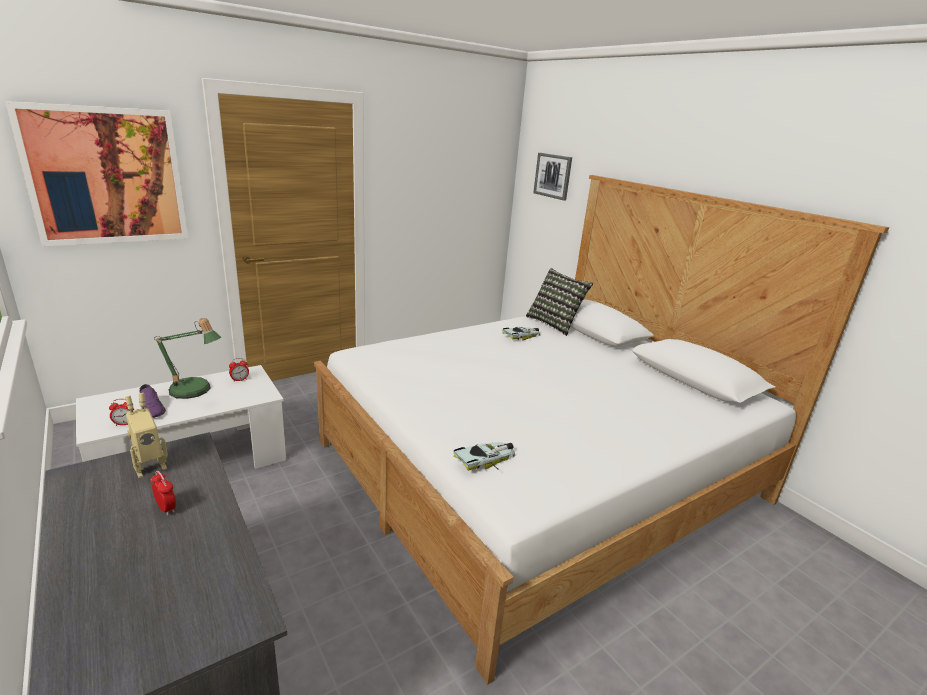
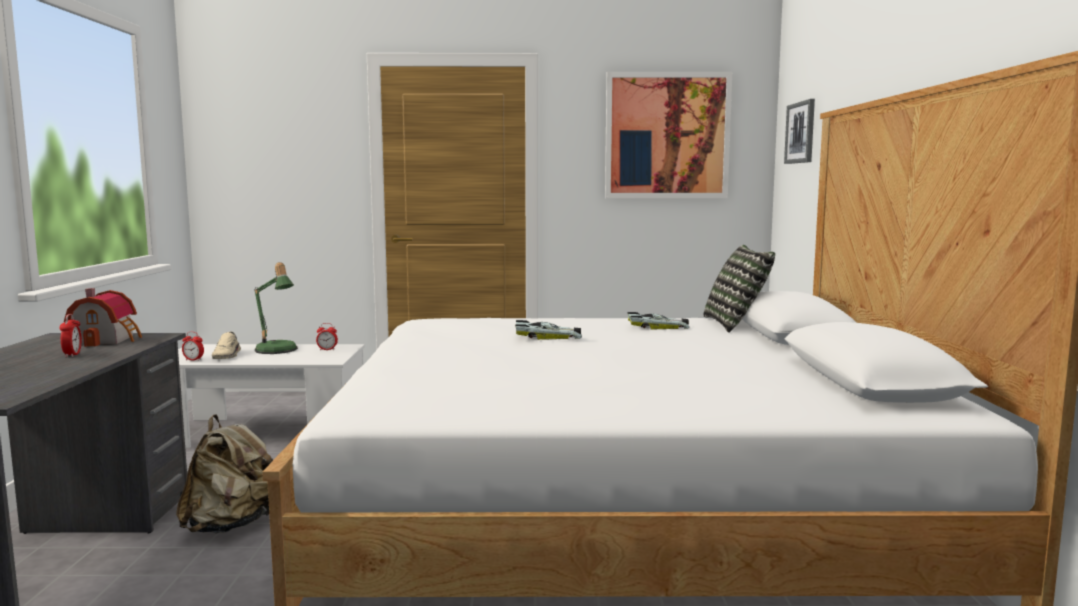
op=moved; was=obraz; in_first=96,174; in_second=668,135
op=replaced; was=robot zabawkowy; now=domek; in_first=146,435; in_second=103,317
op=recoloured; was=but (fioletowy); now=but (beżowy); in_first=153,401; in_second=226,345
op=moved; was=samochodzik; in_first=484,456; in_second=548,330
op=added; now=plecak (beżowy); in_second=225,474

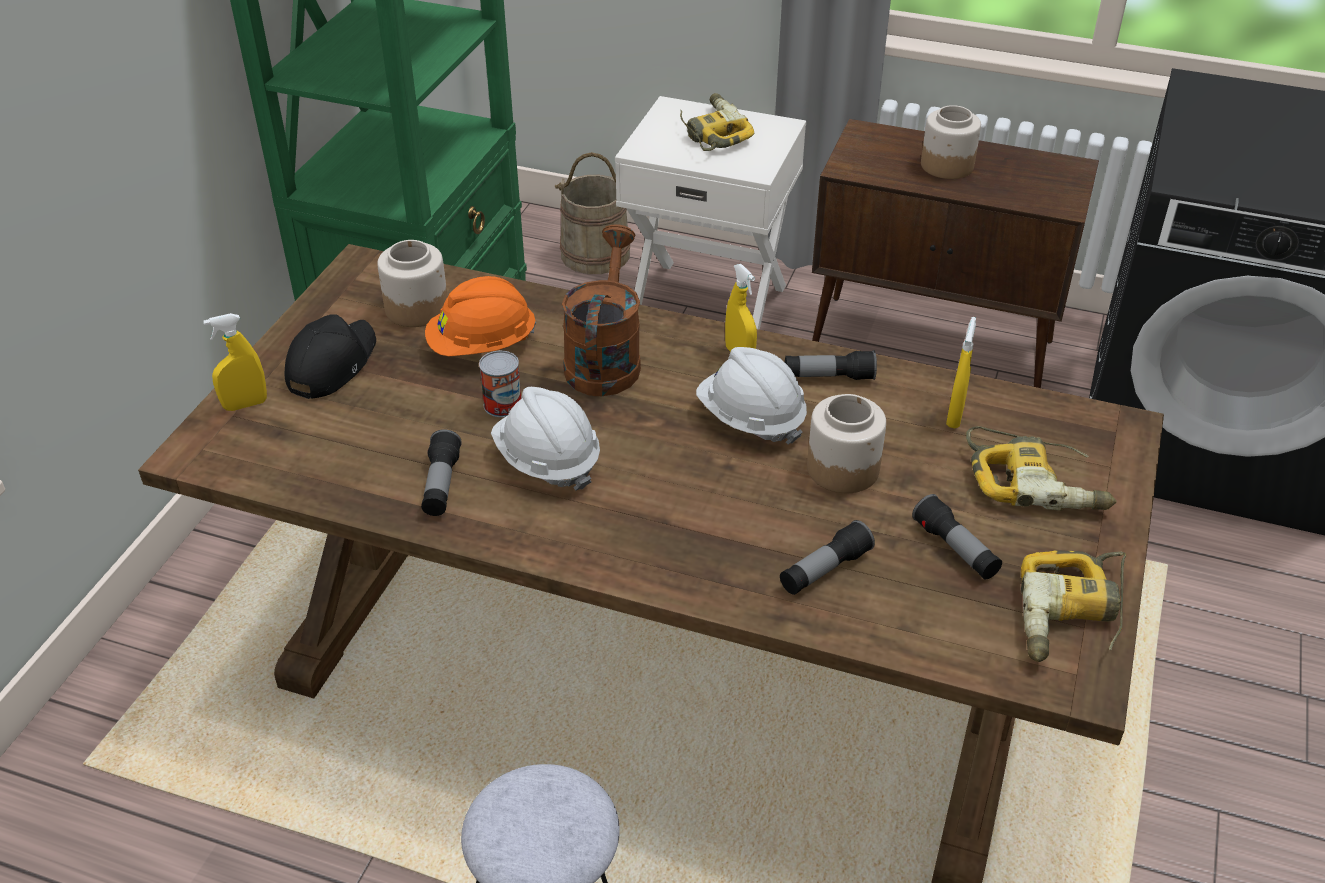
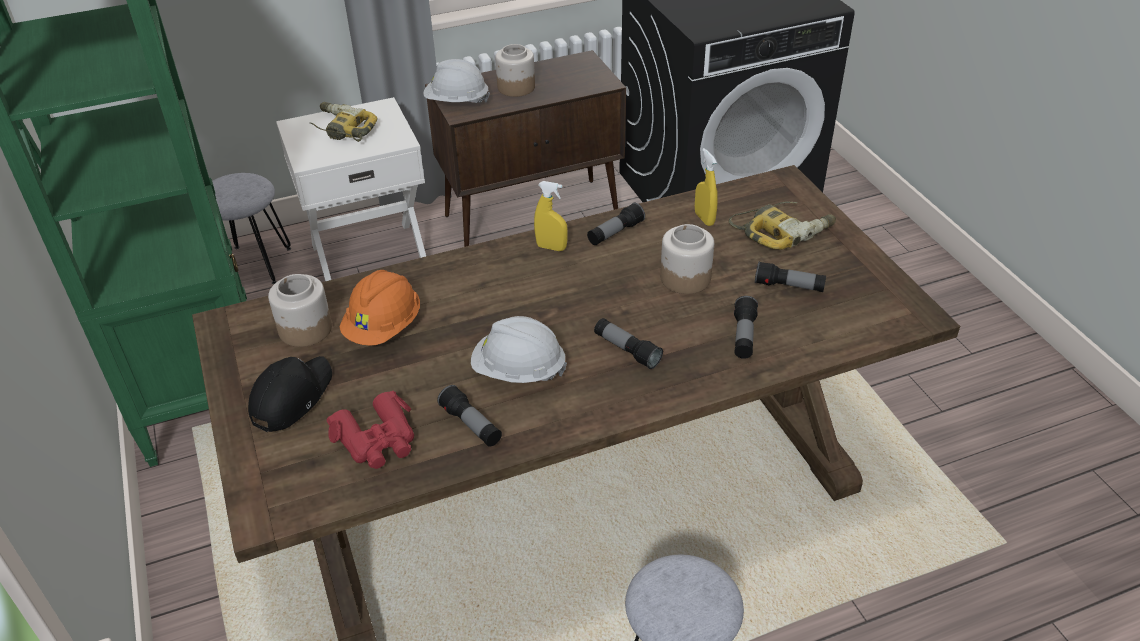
op=removed; was=spryskiwacz (żółty); in_first=235,362
op=turned; was=czapka z daszkiem (czarny); in_first=330,356; in_second=290,394; clockwise=45
op=removed; was=puszka; in_first=500,384
op=replaced; was=wiadro (beżowy); now=stołek (szary); in_first=592,213; in_second=251,228
op=removed; was=konewka (brązowy); in_first=601,310
op=moved; was=kask (biały); in_first=751,396; in_second=456,81
op=removed; was=wiertarka; in_first=1073,606
op=added; now=lornetka (czerwony); in_second=370,430
op=added; now=latarka; in_second=628,343

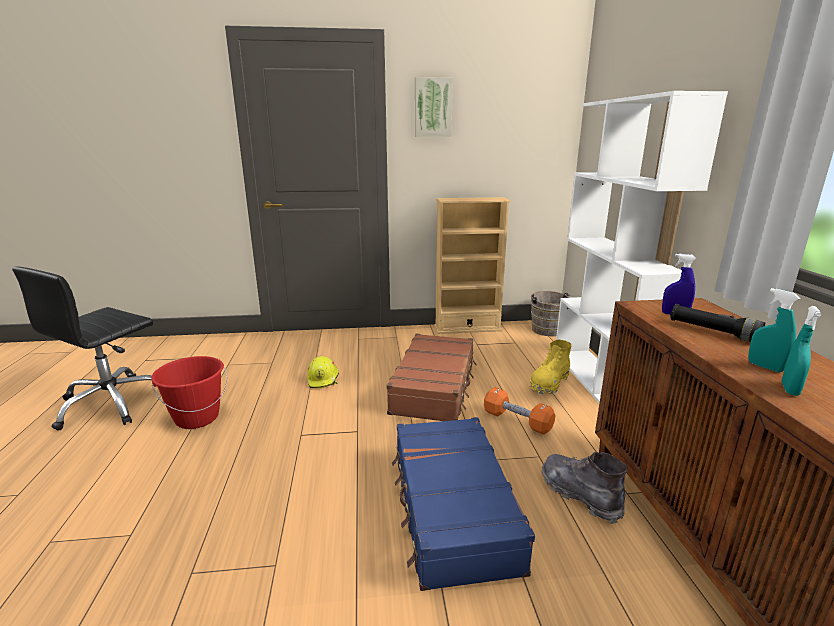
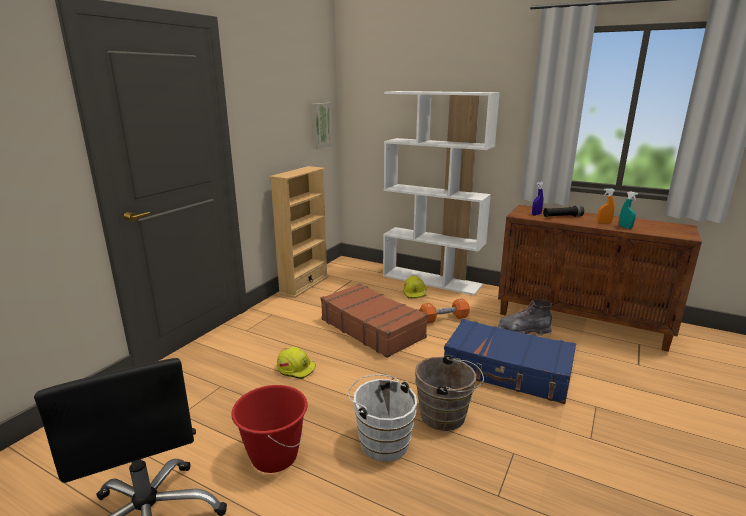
op=moved; was=obraz; in_first=434,107; in_second=321,126
op=replaced; was=but z cholewką (żółty); now=kask (żółty); in_first=551,367; in_second=415,286
op=moved; was=wiadro (brązowy); in_first=551,313; in_second=449,392
op=recoloured; was=spryskiwacz (turkusowy); now=spryskiwacz (pomarańczowy); in_first=774,330; in_second=606,206
op=added; now=wiadro (biały); in_second=382,418

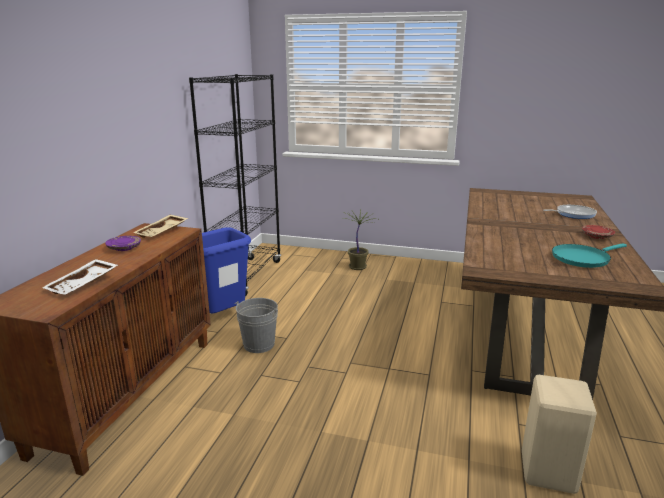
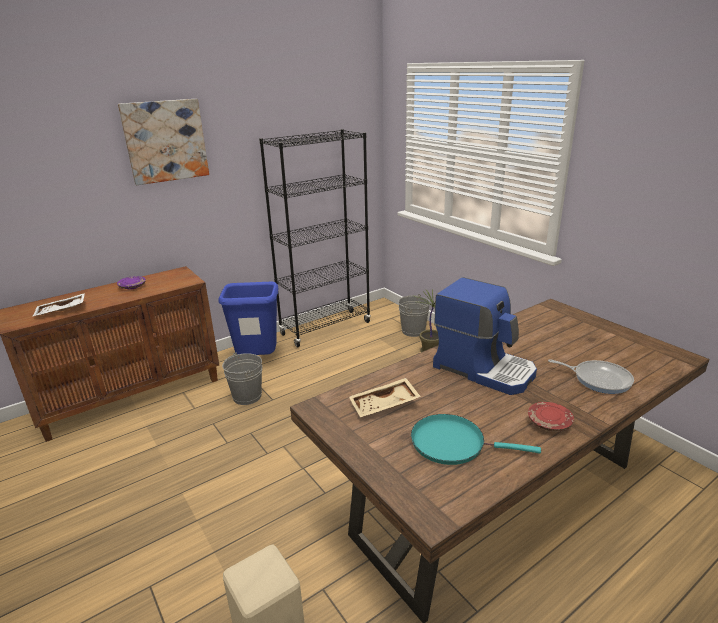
op=moved; was=taca (beżowy); in_first=161,226; in_second=385,397
op=added; now=obraz; in_second=163,142
op=added; now=wiadro (szary); in_second=414,315
op=added; now=ekspres do kawy; in_second=485,336

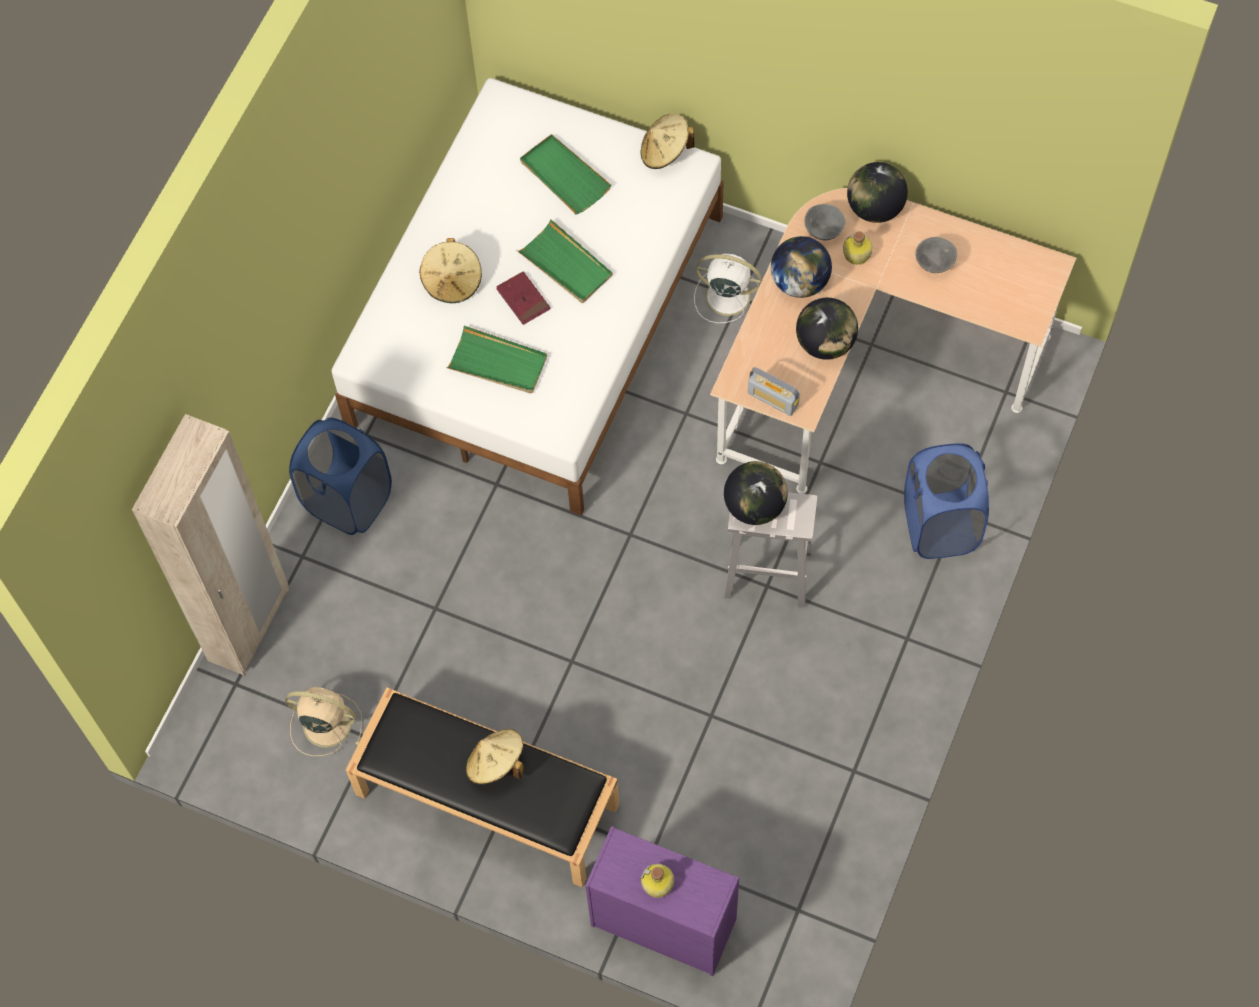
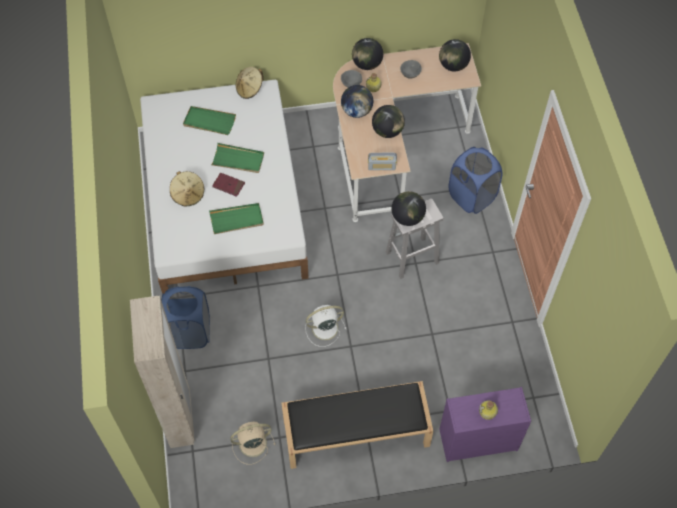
op=removed; was=kapelusz (beżowy); in_first=495,757
op=moved; was=wentylator (biały); in_first=728,288; in_second=326,326
op=added; now=globus; in_second=455,55

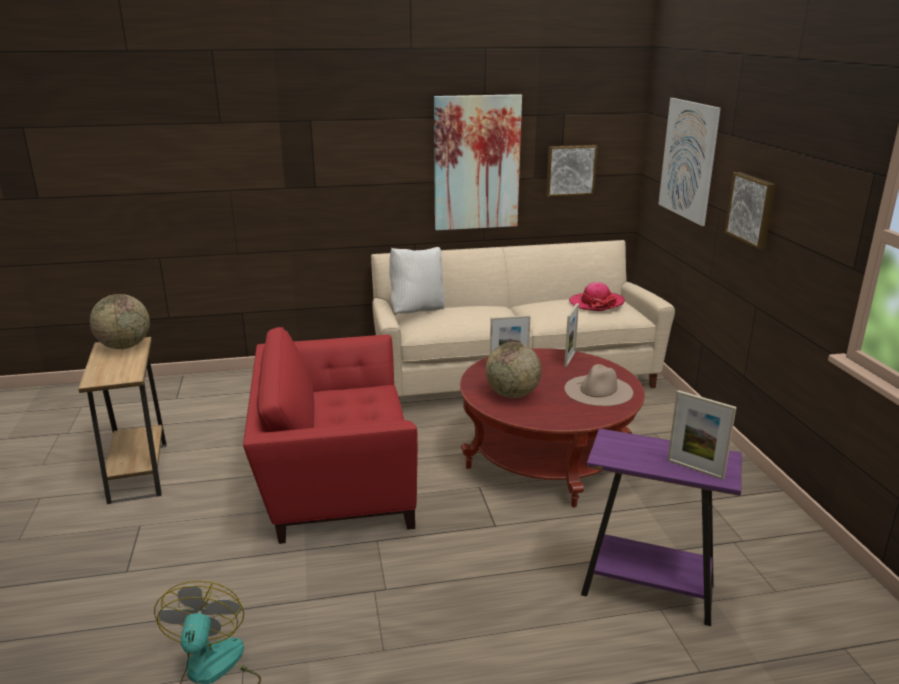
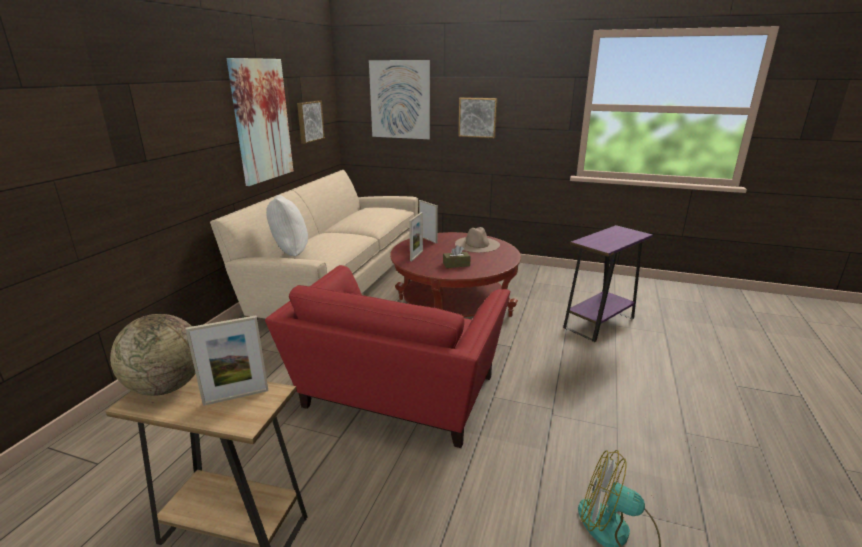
op=replaced; was=globus; now=pudełko chusteczek (brązowy); in_first=513,370; in_second=457,256
op=removed; was=kapelusz; in_first=597,296
op=moved; was=ramka na zdjęcie; in_first=702,435; in_second=227,361

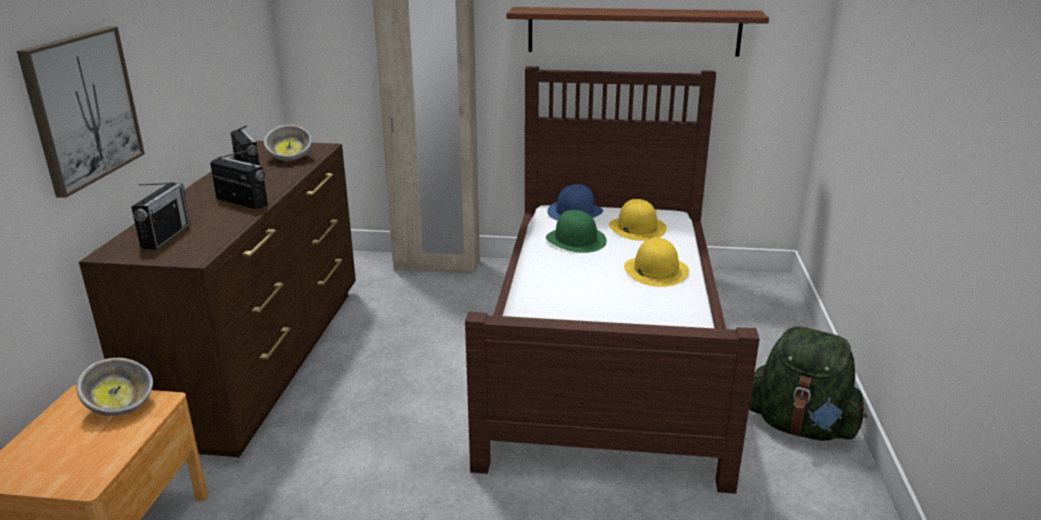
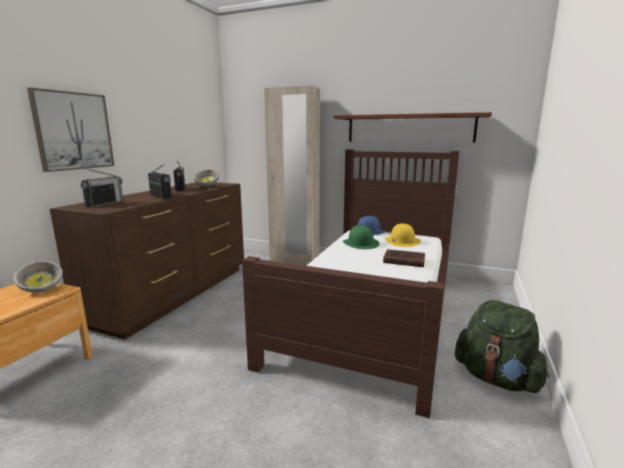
op=replaced; was=kapelusz (żółty); now=książka (brązowy); in_first=656,262; in_second=404,258

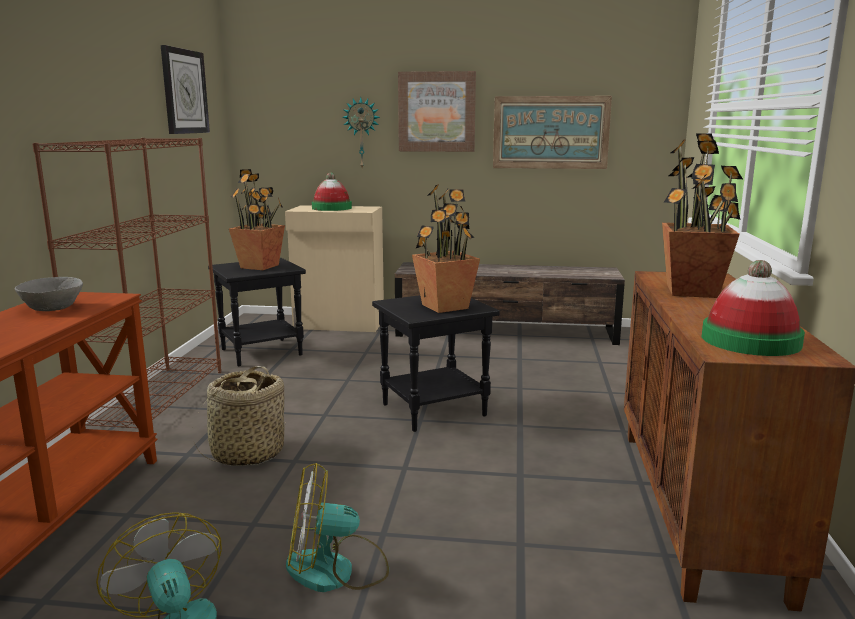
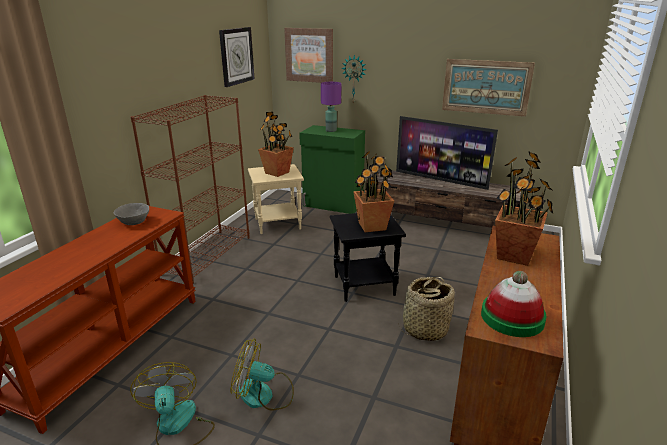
op=moved; was=koszyk; in_first=239,416; in_second=426,309
op=recoloured; was=stolik (czarny); now=stolik (beżowy); in_first=257,312; in_second=276,199
op=recoloured; was=szafka (beżowy); now=szafka (zielony); in_first=334,268; in_second=332,169
op=replaced; was=kapelusz; now=lampa stołowa (fioletowy); in_first=332,191; in_second=331,107
op=moved; was=obraz; in_first=437,111; in_second=308,55
op=added; now=telewizor; in_second=447,153

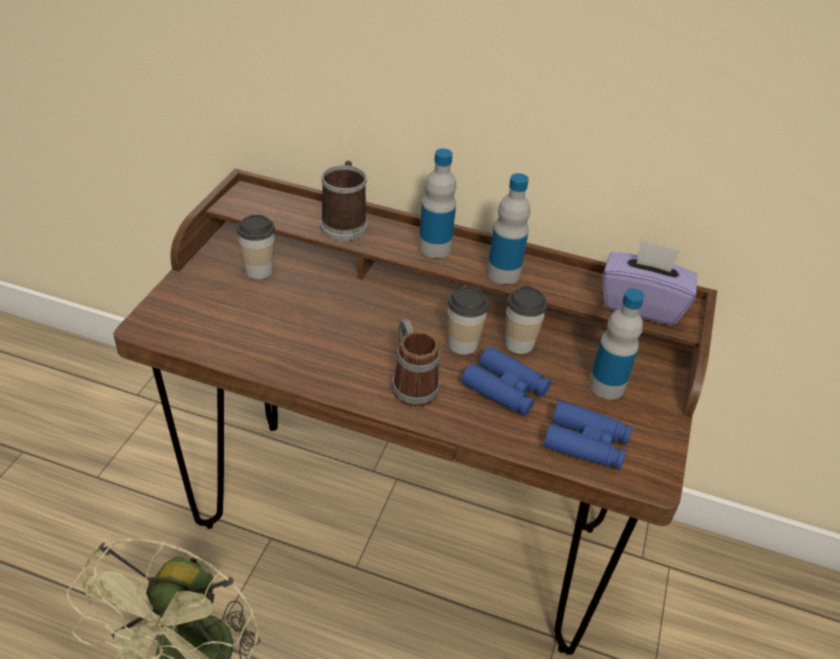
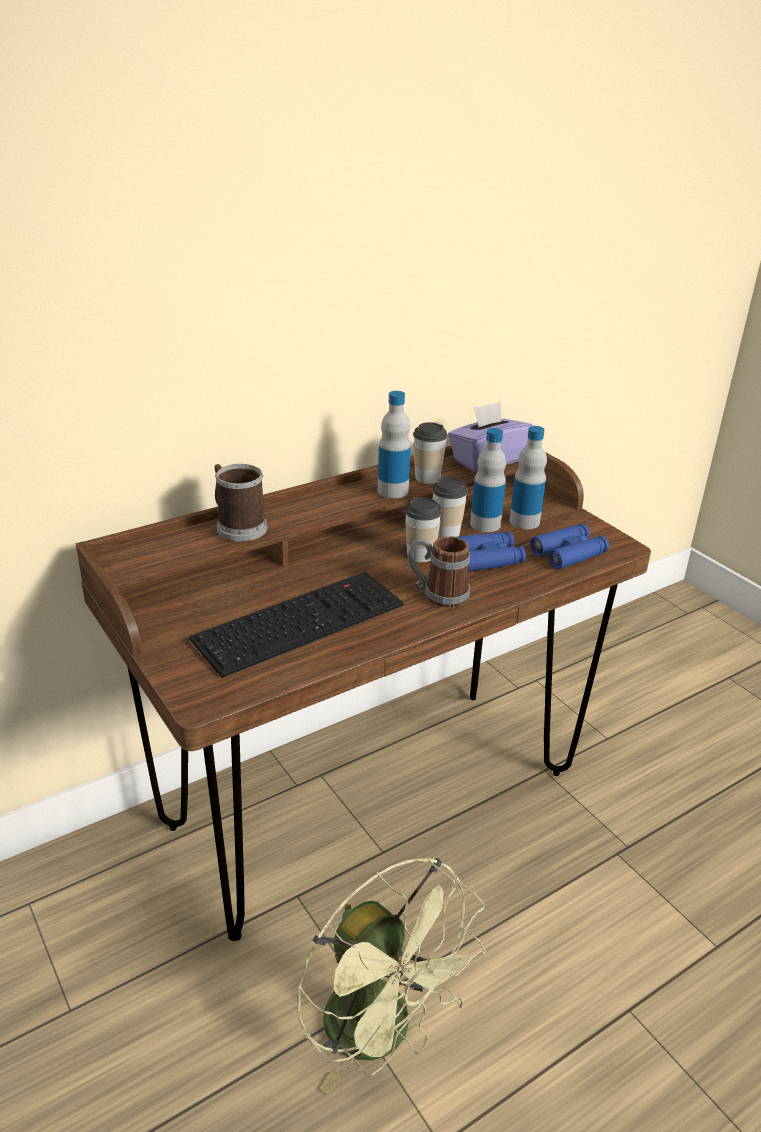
op=moved; was=filiżanka; in_first=256,247; in_second=430,453
op=moved; was=butelka; in_first=437,203; in_second=488,480
op=added; now=klawiatura; in_second=296,625

